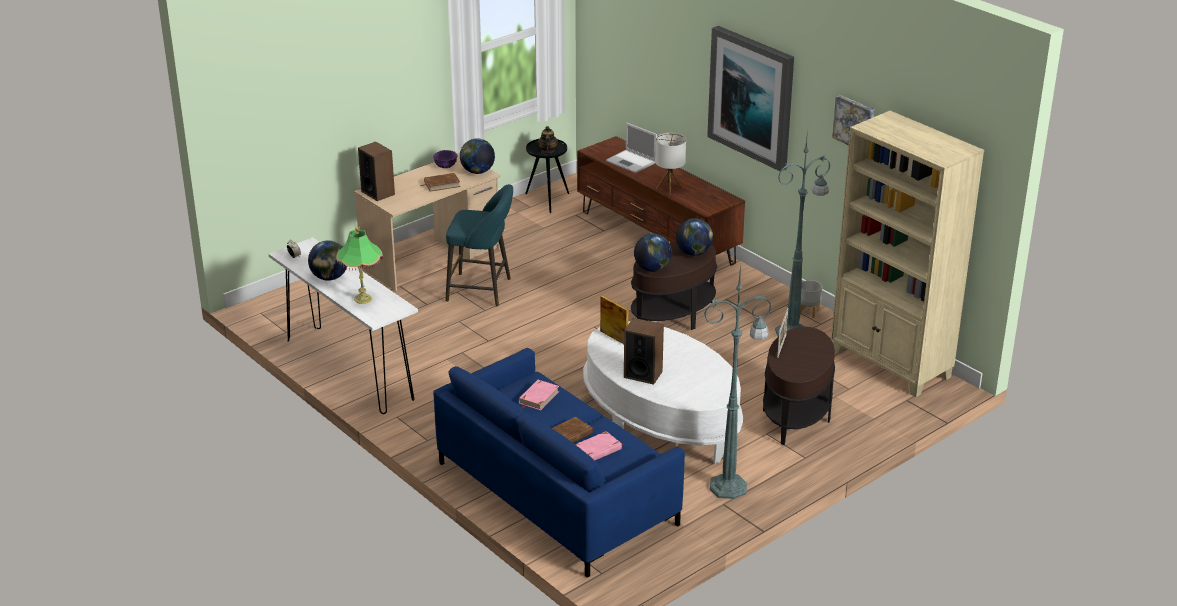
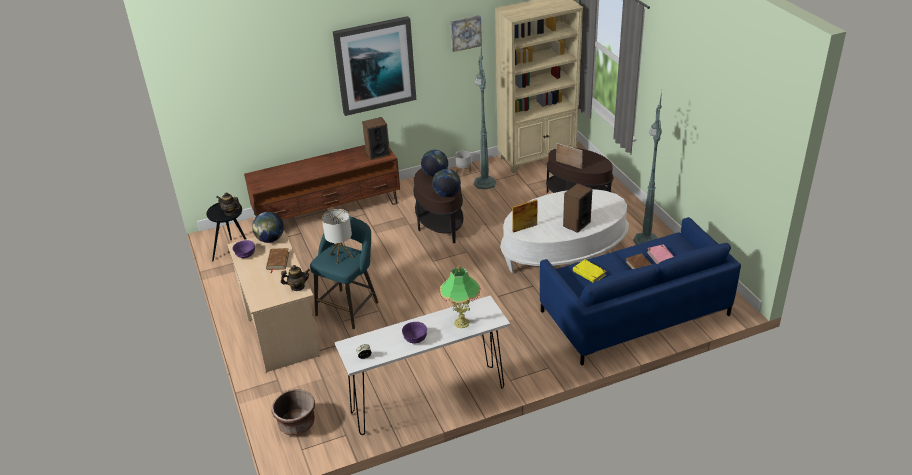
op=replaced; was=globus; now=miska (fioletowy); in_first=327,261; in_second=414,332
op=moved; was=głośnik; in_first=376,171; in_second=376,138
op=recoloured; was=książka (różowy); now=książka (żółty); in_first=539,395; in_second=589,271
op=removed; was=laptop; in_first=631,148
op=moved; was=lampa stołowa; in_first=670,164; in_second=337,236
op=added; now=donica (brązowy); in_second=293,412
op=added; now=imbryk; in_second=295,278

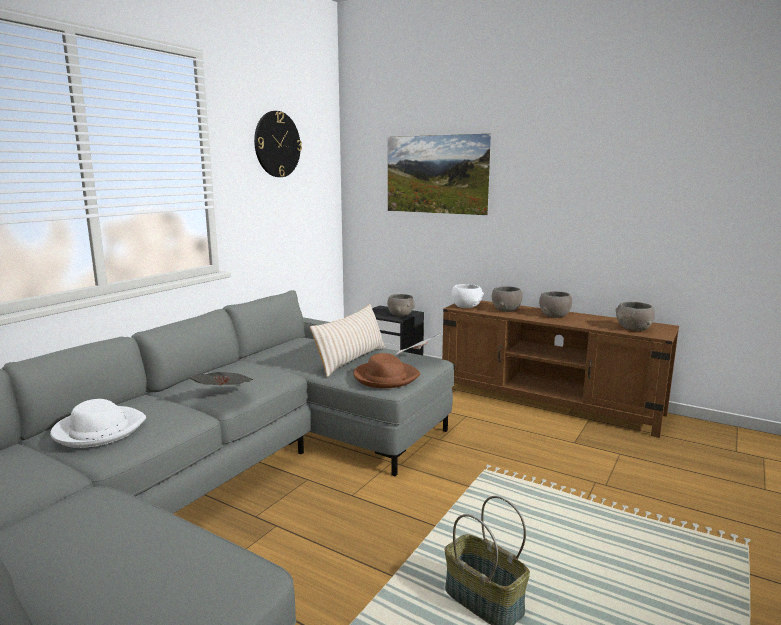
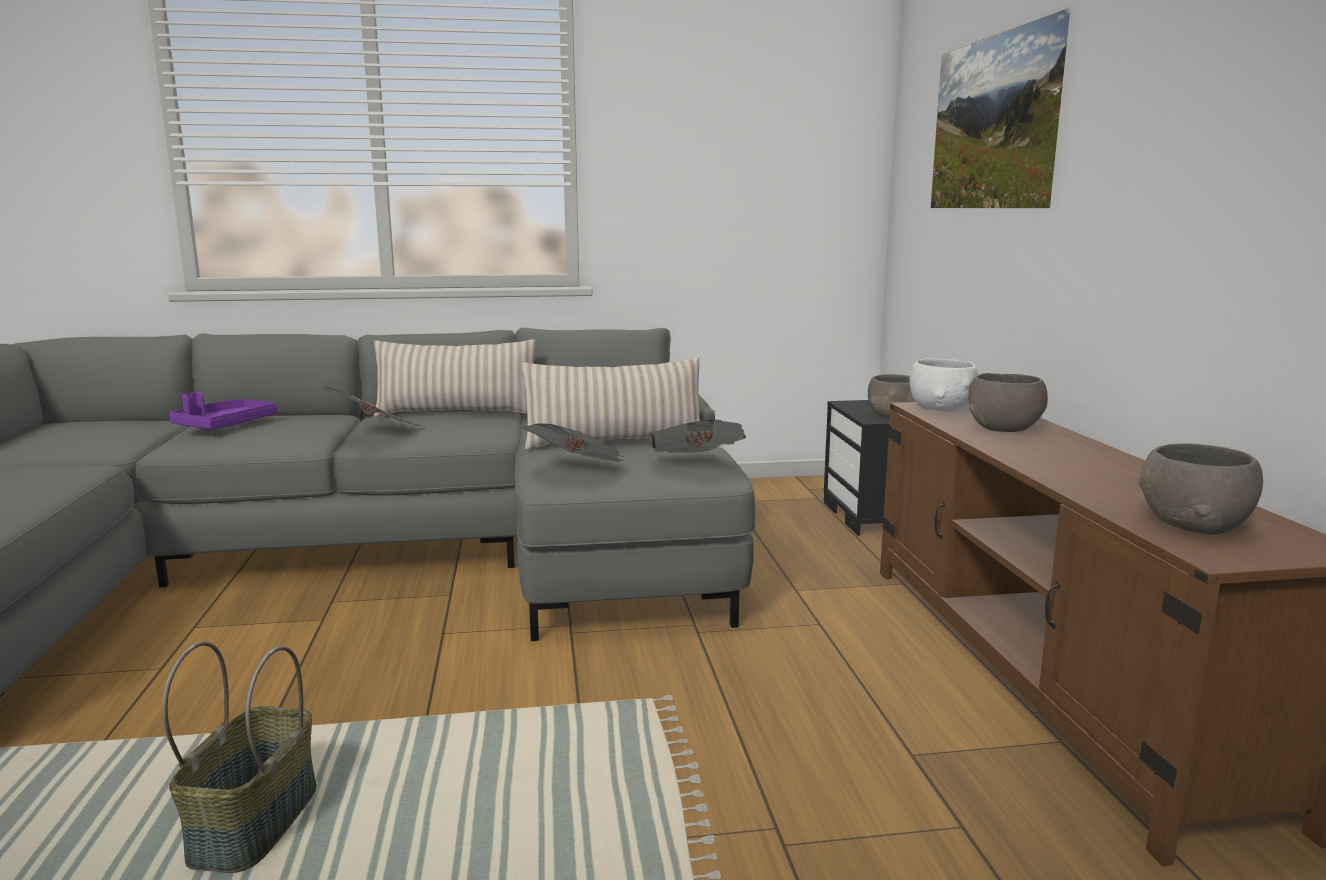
op=replaced; was=kapelusz (biały); now=taca (fioletowy); in_first=98,423; in_second=223,410
op=removed; was=zegar ścienny; in_first=278,144
op=replaced; was=kapelusz (brązowy); now=gazeta; in_first=386,370; in_second=572,442
op=removed; was=miska (szary); in_first=555,304
op=added; now=poduszka (beżowy); in_second=454,378

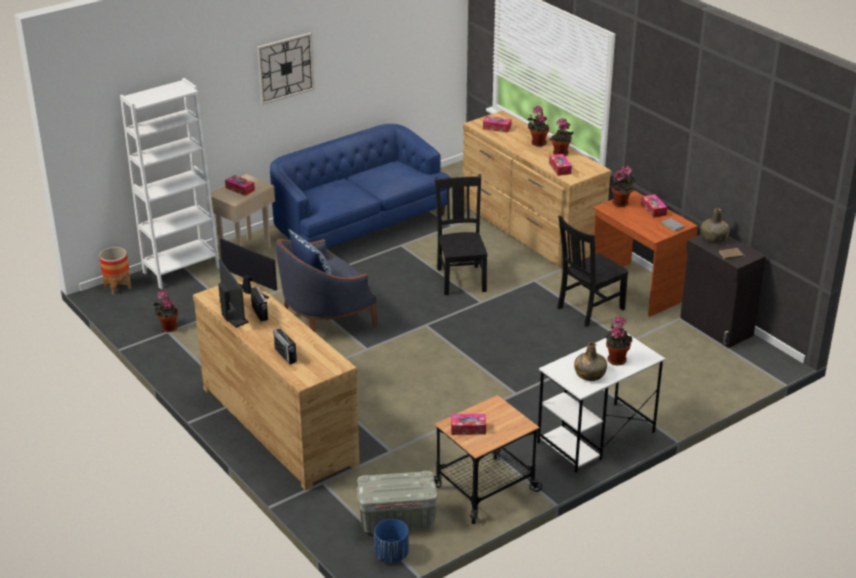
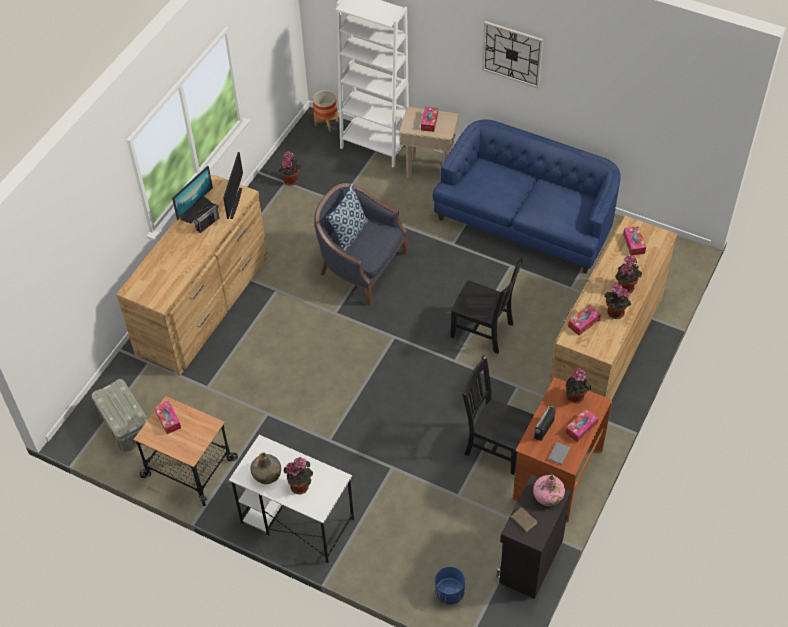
op=moved; was=radio; in_first=285,344; in_second=545,423
op=moved; was=donica (niebieski); in_first=391,541; in_second=450,586
op=turned; was=krzesło (czarny); in_first=461,234; in_second=487,305; clockwise=60
op=recoloured; was=butelka (zielony); now=butelka (różowy); in_first=715,225; in_second=549,490

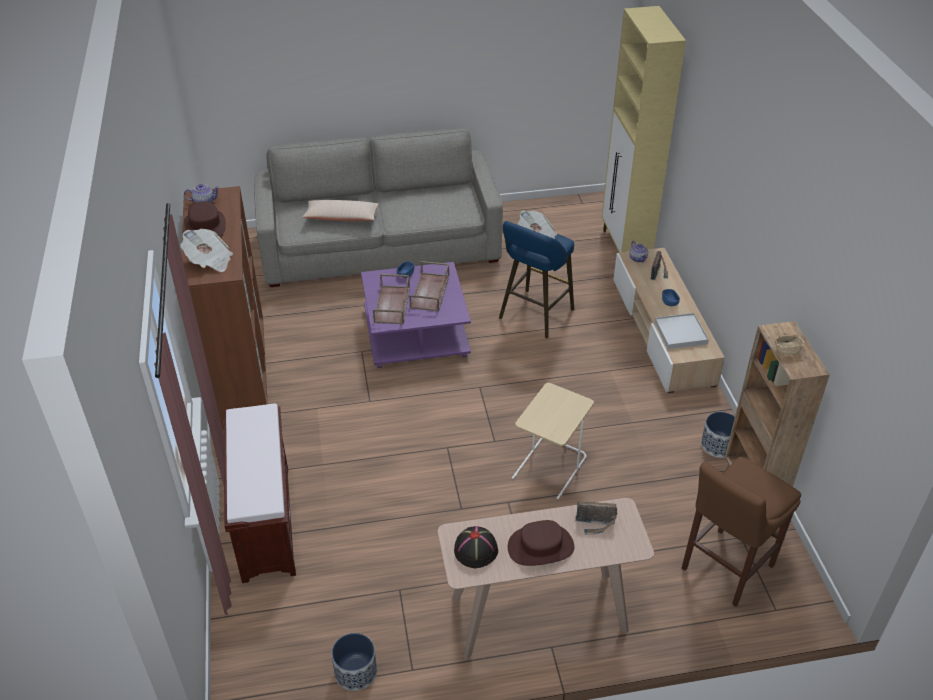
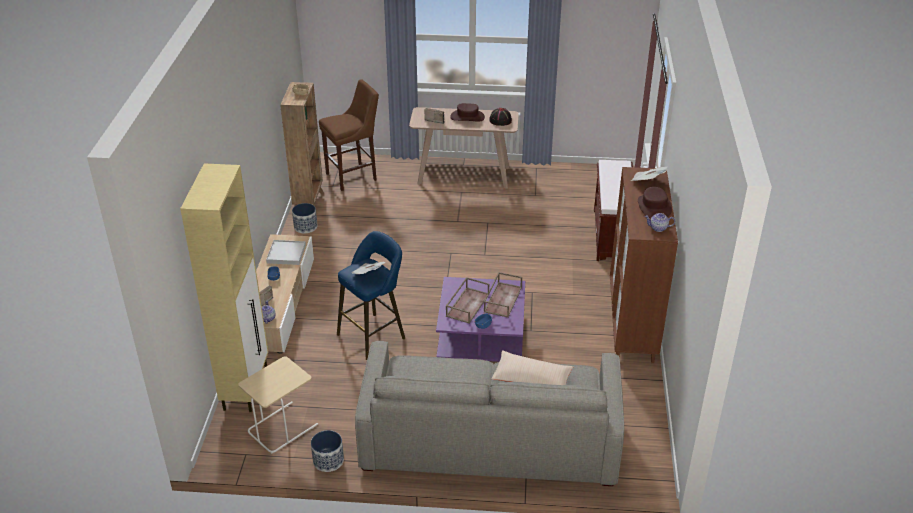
op=moved; was=donica; in_first=354,662; in_second=327,451
op=moved; was=stolik (beżowy); in_first=553,441; in_second=278,405

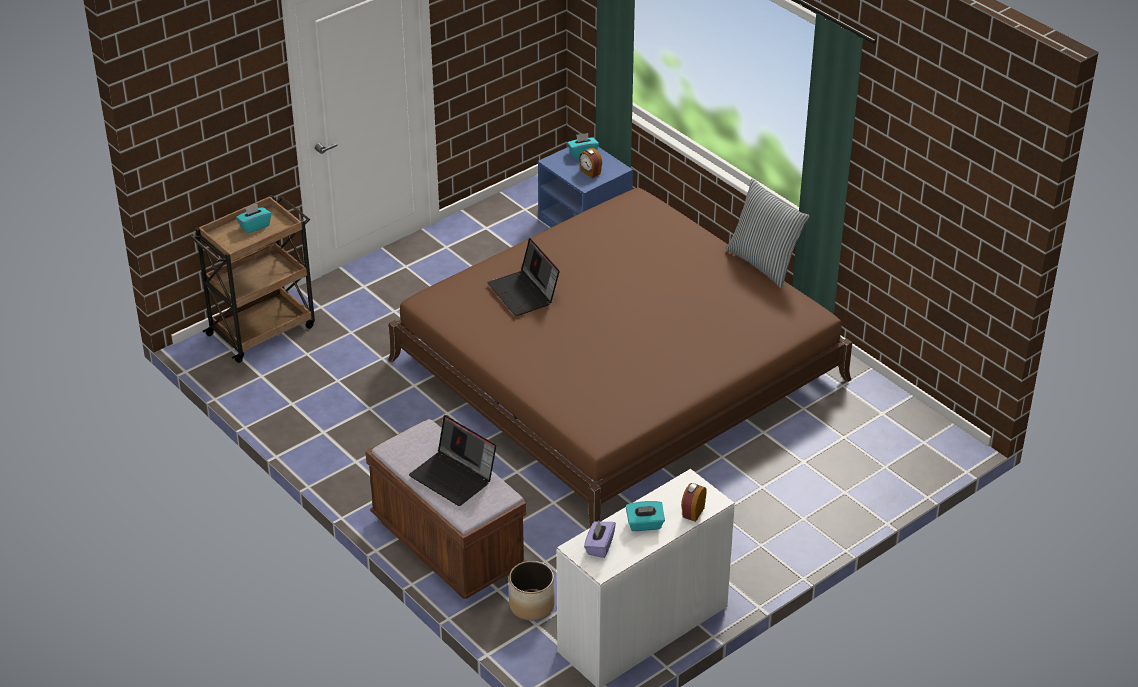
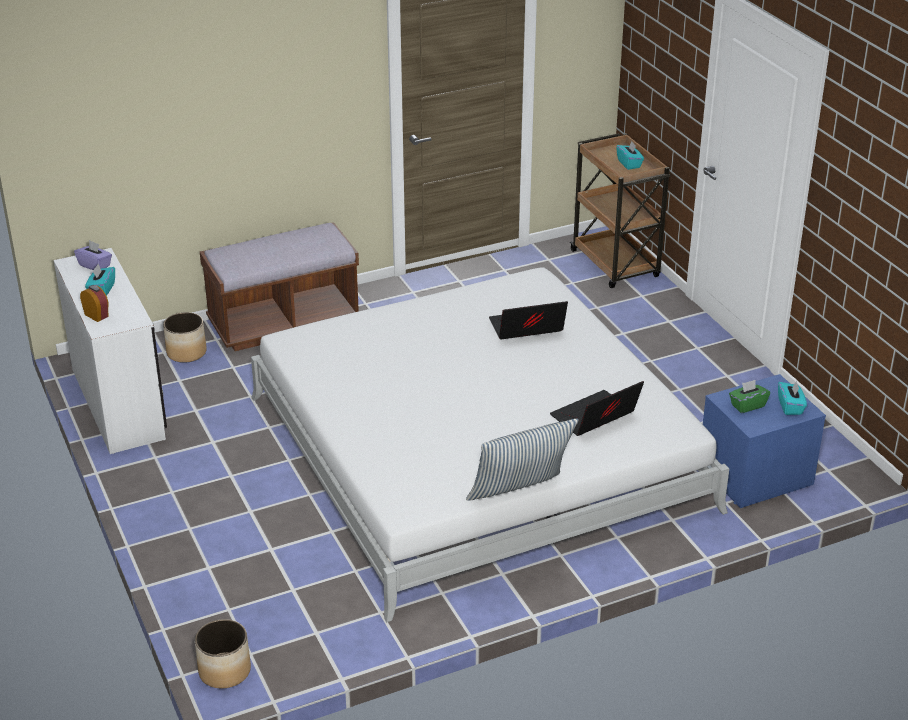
op=recoloured; was=łóżko (brązowy); now=łóżko (biały); in_first=620,357; in_second=490,444
op=moved; was=laptop; in_first=452,460; in_second=597,408
op=replaced; was=budzik; now=pudełko chusteczek (zielony); in_first=590,163; in_second=749,396
op=added; now=donica; in_second=223,653

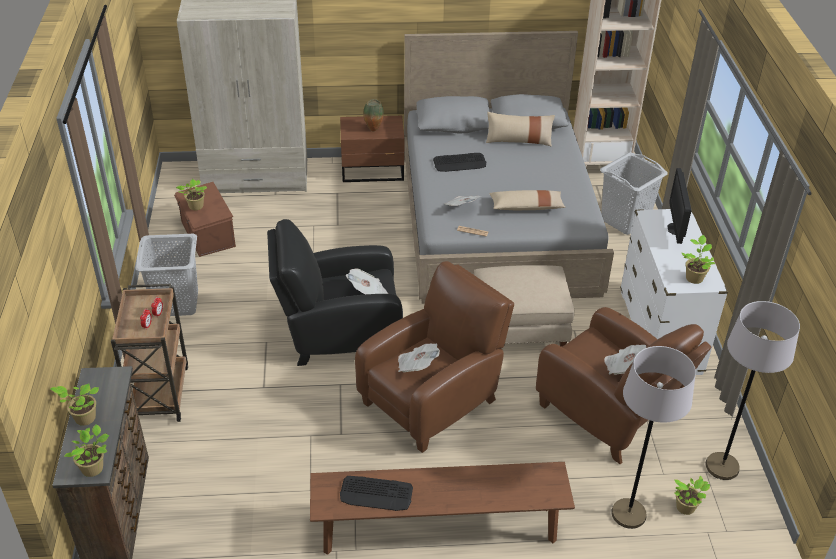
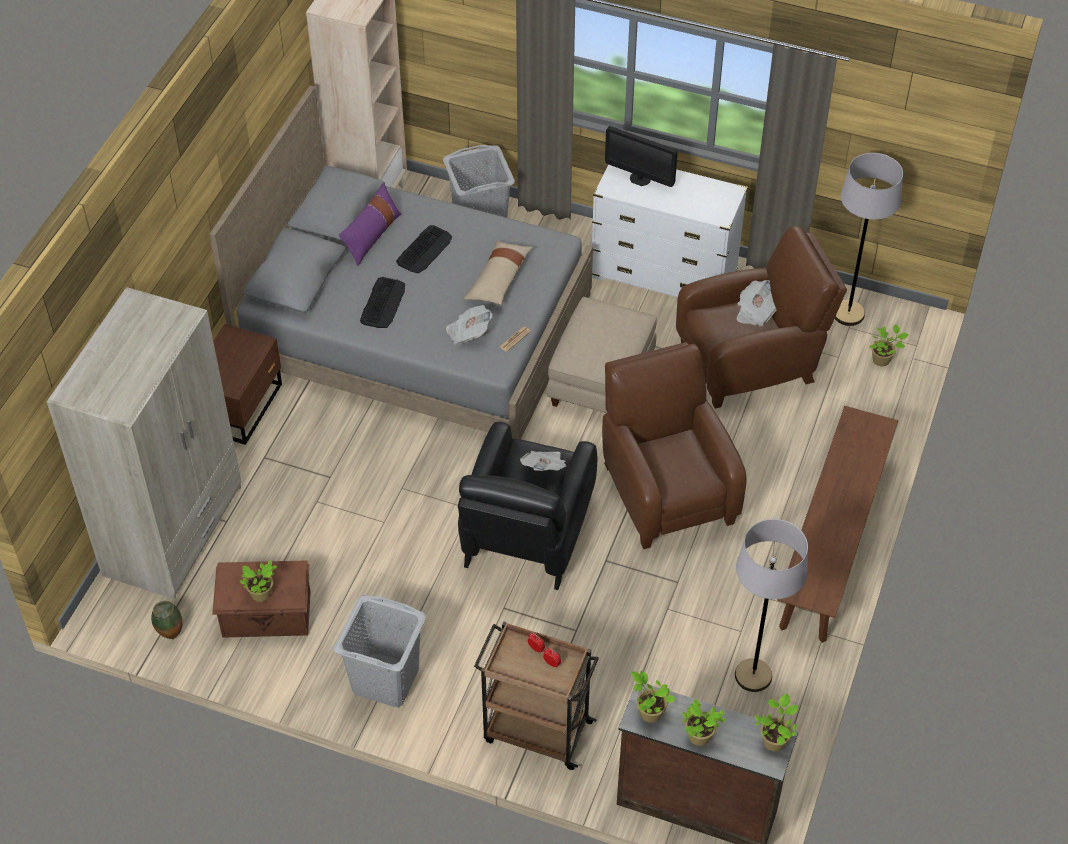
op=moved; was=klawiatura; in_first=376,493; in_second=424,249
op=moved; was=wazon; in_first=373,115; in_second=167,620
op=removed; was=gazeta; in_first=419,357
op=recoloured; was=poduszka (beżowy); now=poduszka (fioletowy); in_first=520,129; in_second=370,224
op=moved; was=lampa stojąca (szary); in_first=653,437; in_second=771,605
op=moved; was=roślina doniczkowa; in_first=698,259; in_second=654,697

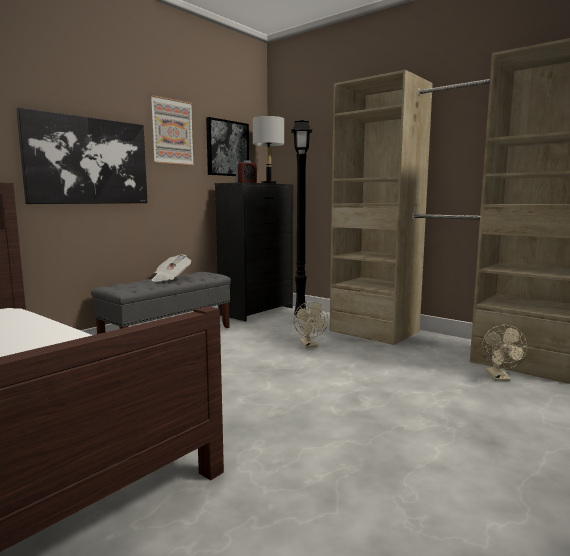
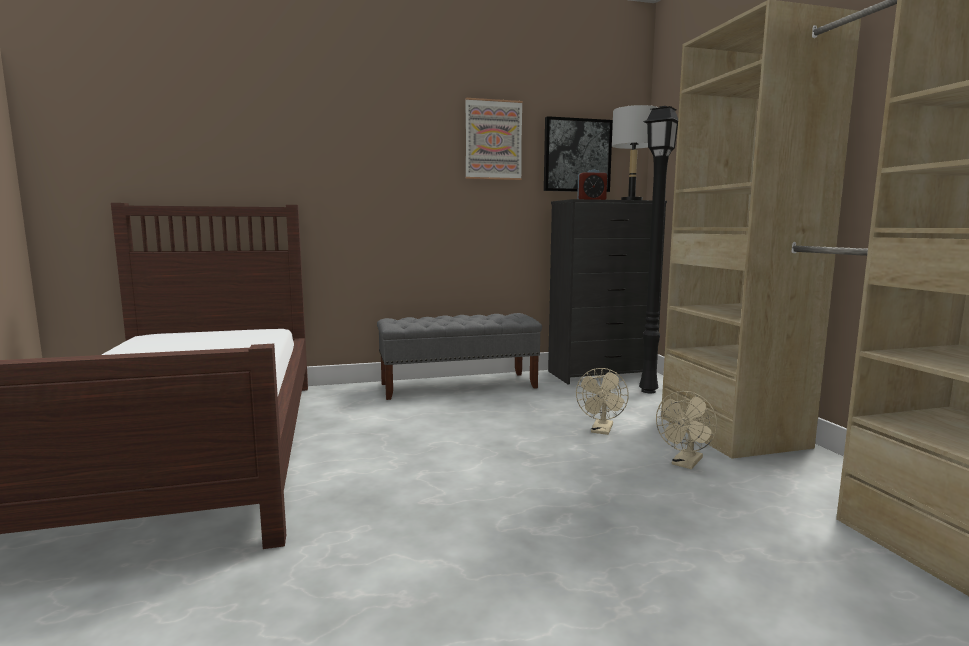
op=removed; was=obraz; in_first=81,155
op=removed; was=gazeta; in_first=171,268
op=moved; was=wentylator (beżowy); in_first=504,353; in_second=686,430

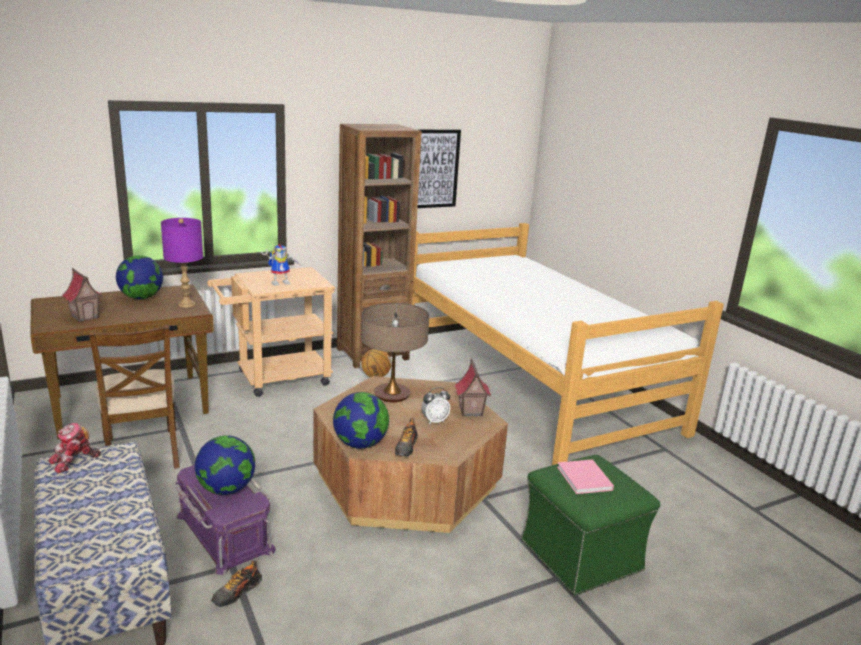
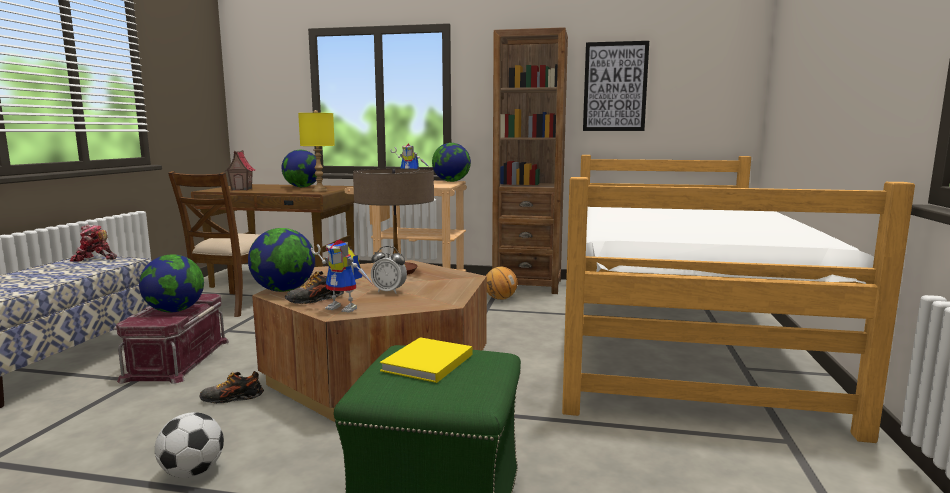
op=recoloured; was=lampa stołowa (fioletowy); now=lampa stołowa (żółty); in_first=182,263; in_second=316,151
op=recoloured; was=pojemnik do przechowywania (fioletowy); now=pojemnik do przechowywania (czerwony); in_first=224,520; in_second=171,339
op=moved; was=but; in_first=236,584; in_second=232,387
op=removed; was=domek; in_first=472,387
op=recoloured; was=książka (różowy); now=książka (żółty); in_first=585,476; in_second=426,360
op=added; now=piłka futbolowa; in_second=189,445
op=added; now=robot zabawkowy; in_second=342,276
op=added; now=globus; in_second=451,162

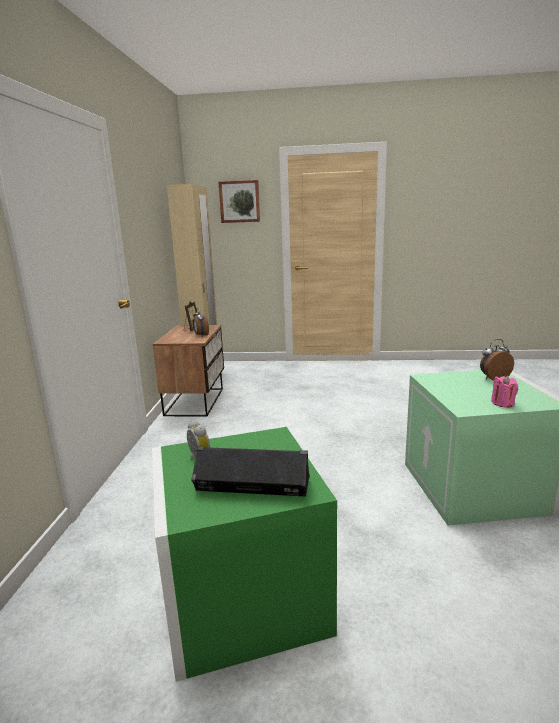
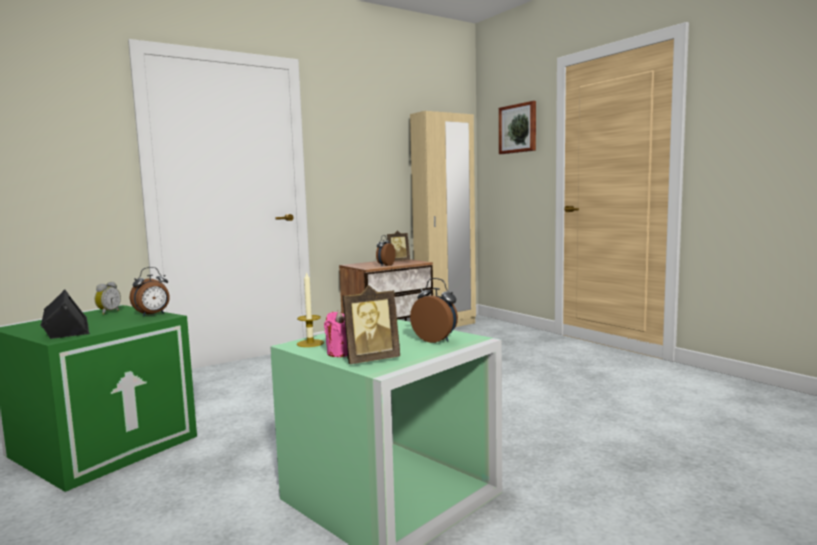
op=added; now=budzik; in_second=150,292
op=added; now=świeca; in_second=310,309
op=added; now=ramka na zdjęcie; in_second=371,324

